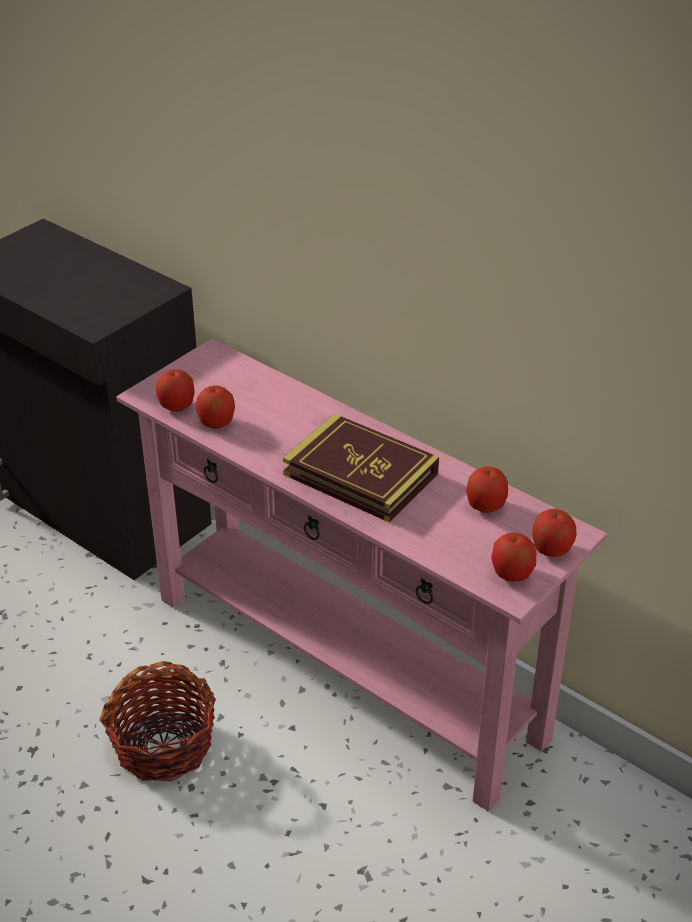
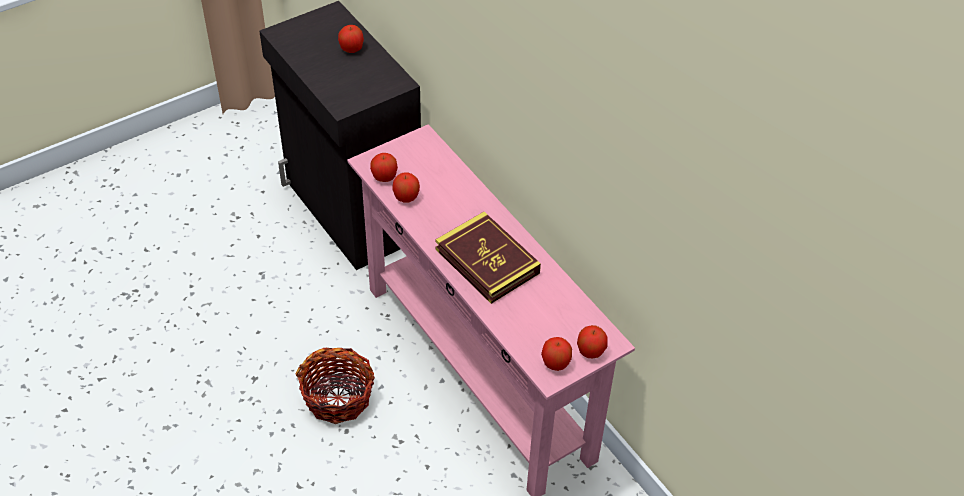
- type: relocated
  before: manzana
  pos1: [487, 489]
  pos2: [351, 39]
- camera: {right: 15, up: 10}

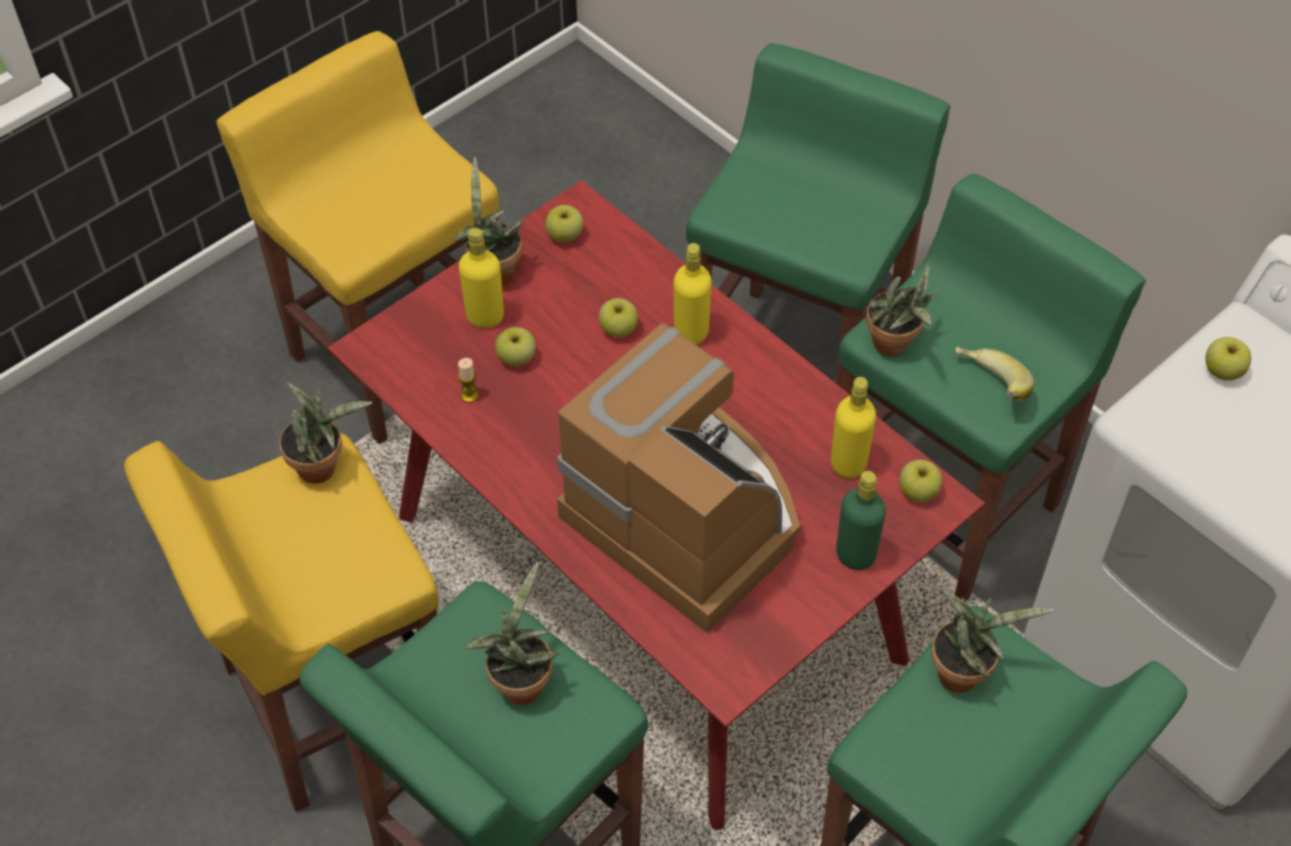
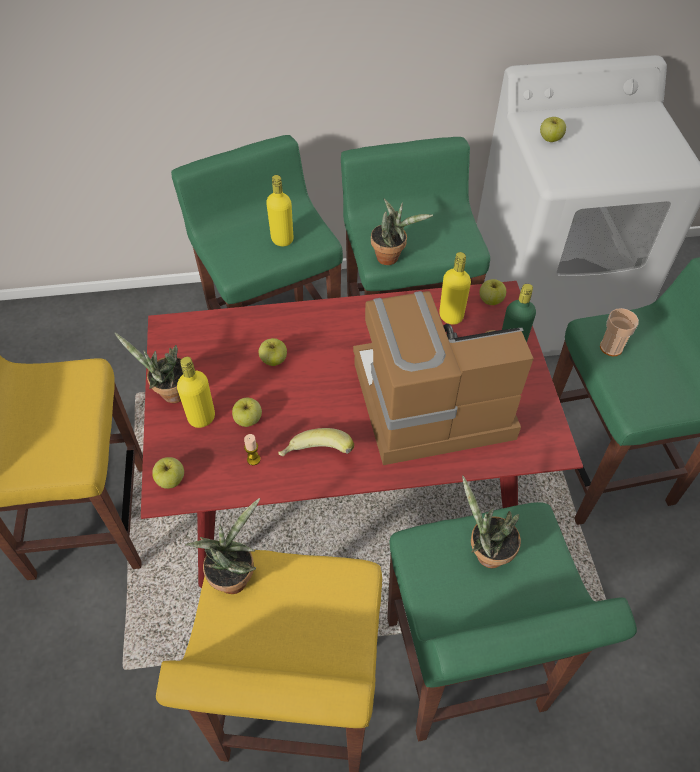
- type: relocated
  before: manzana
  pos1: [564, 223]
  pos2: [168, 473]
- type: relocated
  before: botella [amarillo]
  pos1: [693, 294]
  pos2: [279, 210]
- type: relocated
  before: plátano
  pos1: [994, 373]
  pos2: [316, 442]
- type: exchanged
  before: planta en maceta
  after: taza
  pos1: [992, 640]
  pos2: [619, 332]
- camera: {right: -55, up: 0}

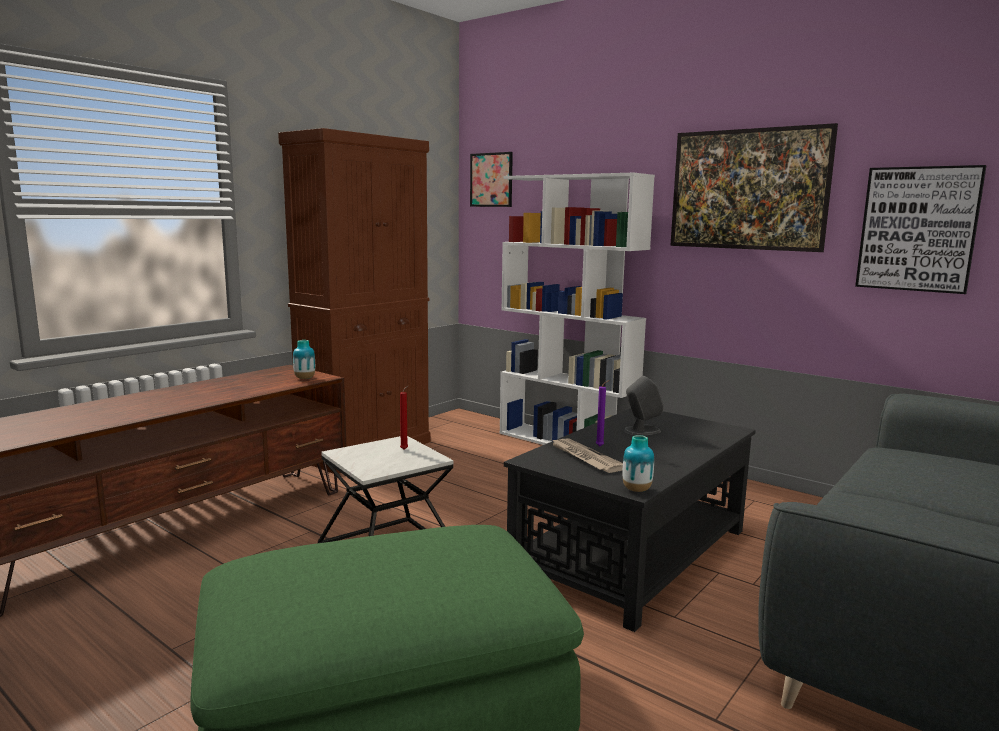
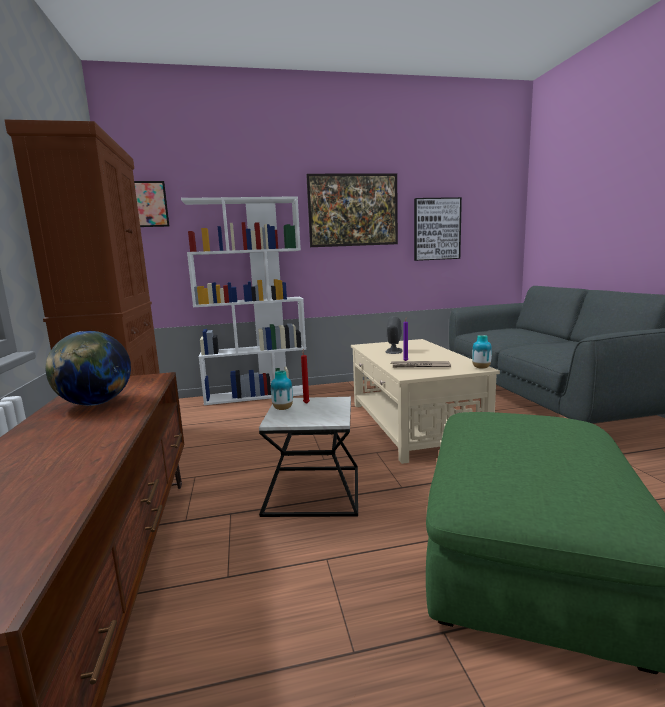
- type: appeared
  after: globo terráqueo
  pos2: [88, 368]
- type: relocated
  before: florero
  pos1: [304, 359]
  pos2: [282, 390]
- type: colour
  before: mesa de centro [negro]
  after: mesa de centro [beis]
  pos1: [630, 520]
  pos2: [425, 401]
- camera: {right: -50, up: 0}

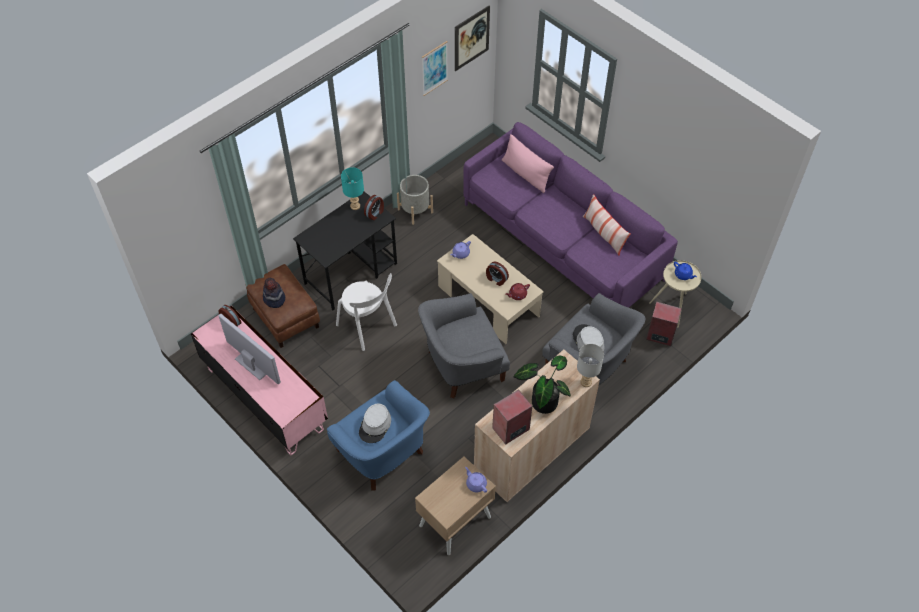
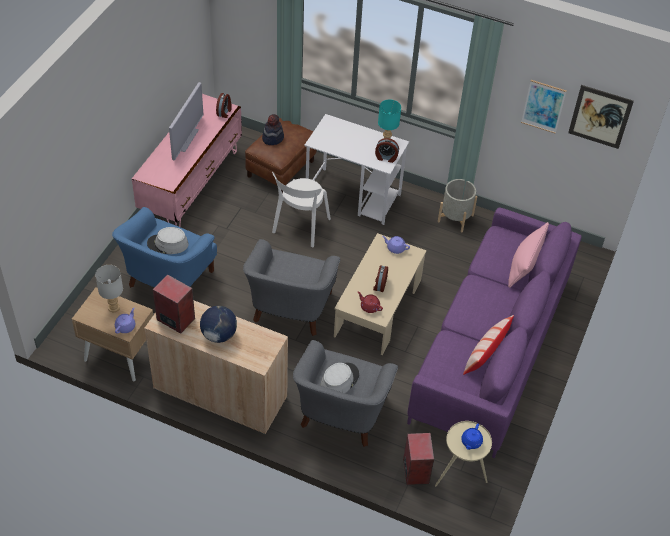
- type: relocated
  before: lámpara de mesa [gris]
  pos1: [590, 365]
  pos2: [109, 288]
- type: exchanged
  before: planta en maceta
  after: globo terráqueo
  pos1: [542, 384]
  pos2: [218, 324]
- type: colour
  before: escritorio [negro]
  after: escritorio [blanco]
  pos1: [345, 251]
  pos2: [356, 169]
- type: spun
  before: sillón [gris]
  pos1: [464, 346]
  pos2: [291, 287]
  turn: -120
- camera: {right: 65, up: -5}

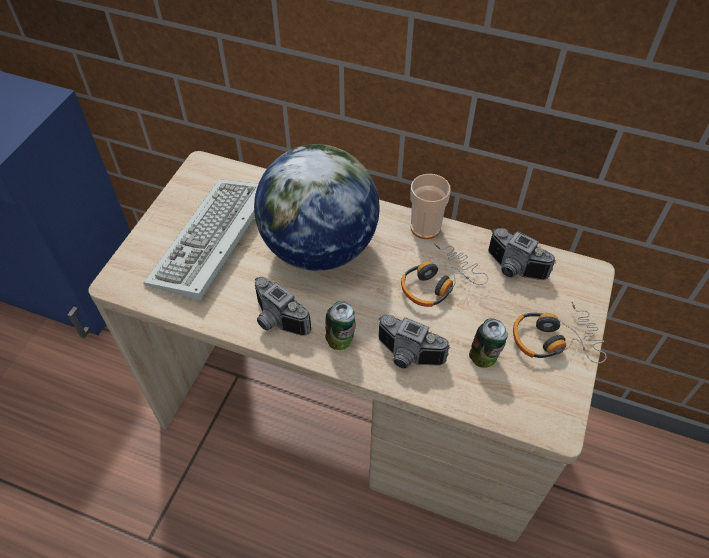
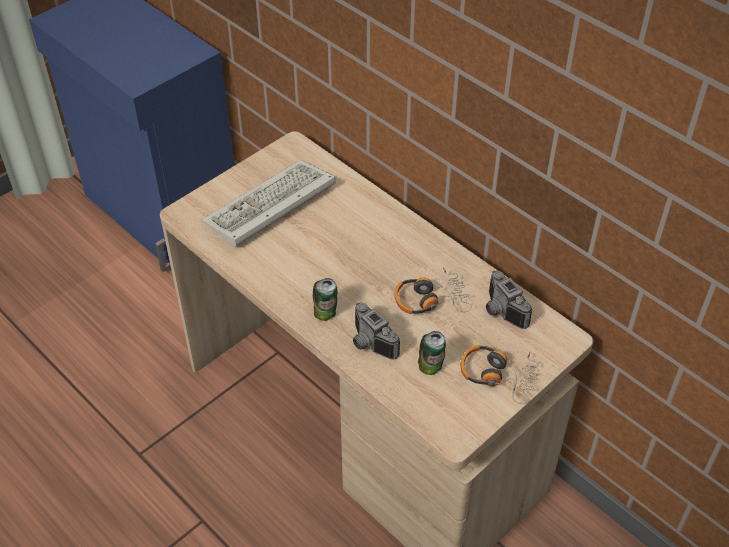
- type: missing
  before: globo terráqueo
  pos1: [317, 207]
- type: missing
  before: cámara
  pos1: [283, 306]
- type: missing
  before: taza
  pos1: [431, 206]
- camera: {right: 25, up: -5}

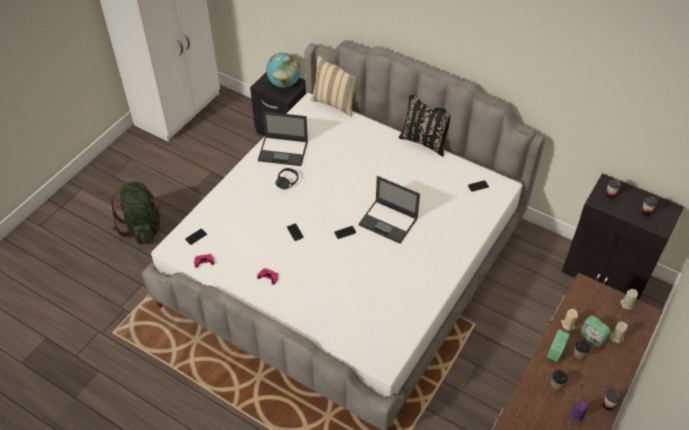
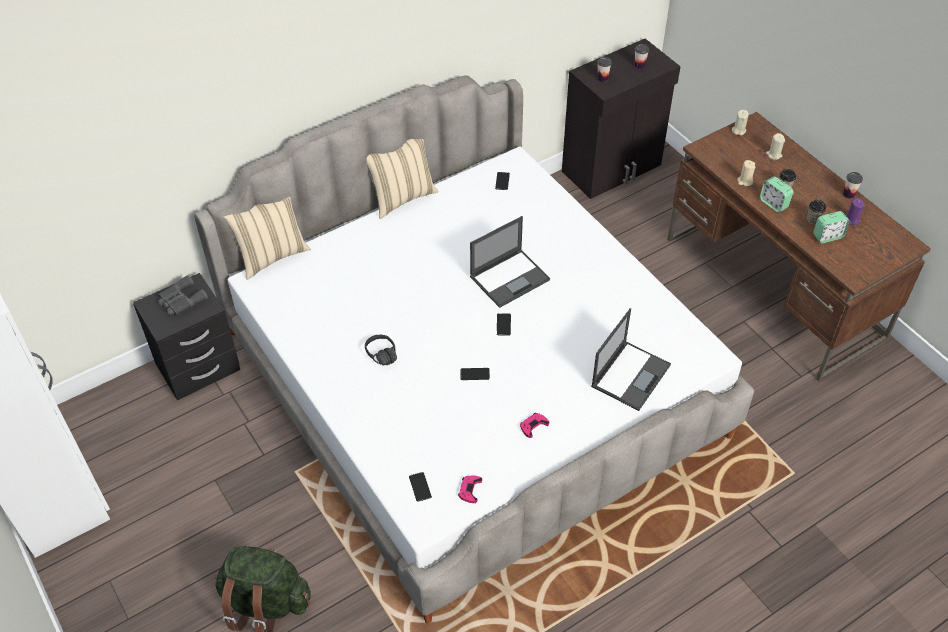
- type: relocated
  before: portátil
  pos1: [283, 138]
  pos2: [631, 359]
- type: relocated
  before: despertador
  pos1: [595, 331]
  pos2: [831, 227]
- type: exchanged
  before: globo terráqueo
  after: prismáticos [gris]
  pos1: [283, 70]
  pos2: [183, 295]
- type: colour
  before: cojín [negro]
  after: cojín [beis]
  pos1: [424, 126]
  pos2: [402, 179]
- camera: {right: -65, up: 0}

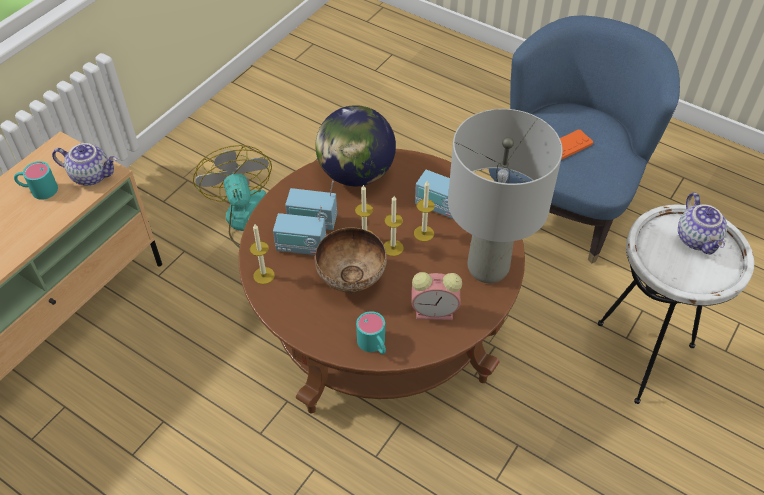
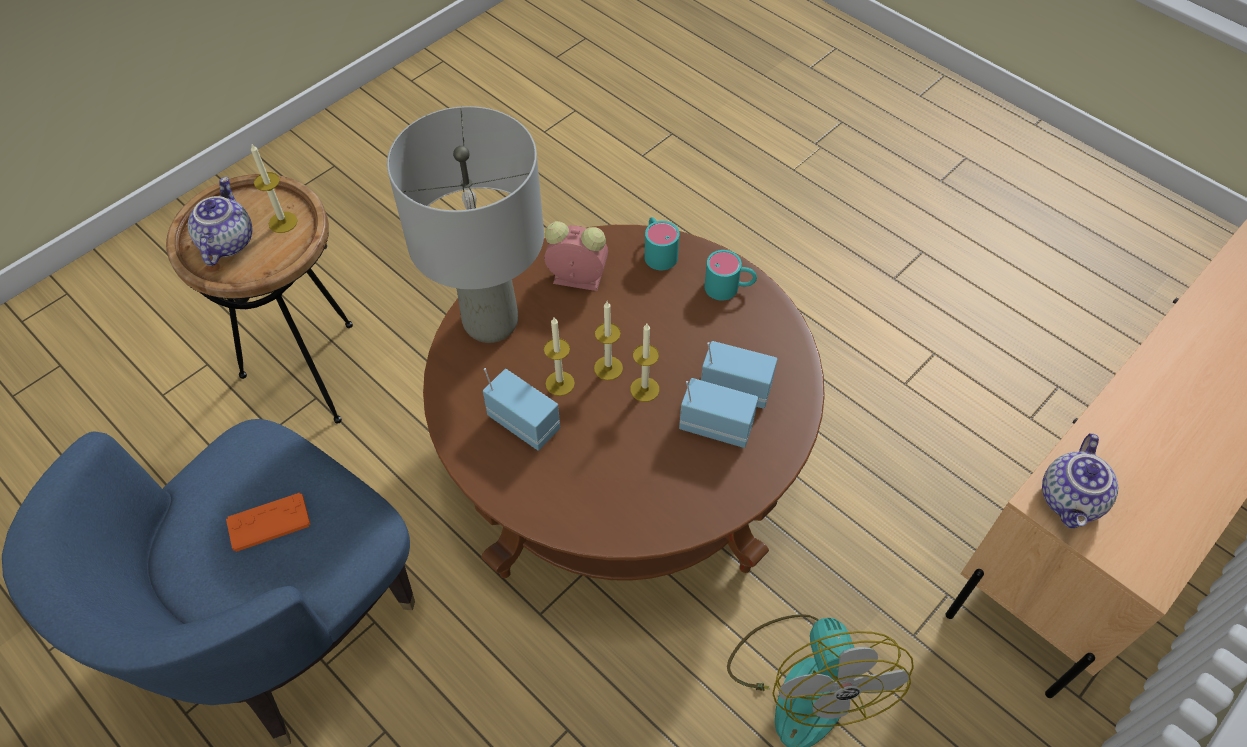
- type: missing
  before: globo terráqueo
  pos1: [355, 145]
- type: missing
  before: cuenco
  pos1: [351, 260]
- type: relocated
  before: taza grande [turquesa]
  pos1: [36, 180]
  pos2: [730, 275]
- type: relocated
  before: vela
  pos1: [262, 254]
  pos2: [274, 188]
- type: colour
  before: mesa auxiliar [blanco]
  after: mesa auxiliar [marrón]
  pos1: [676, 304]
  pos2: [259, 299]
- type: spun
  before: tetera
  pos1: [84, 164]
  pos2: [1080, 480]
  turn: -90
- camera: {right: -170, up: 5}

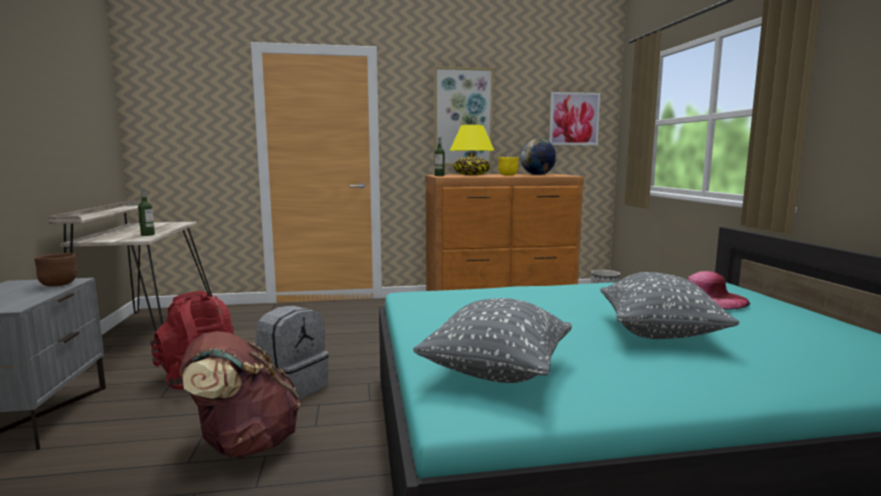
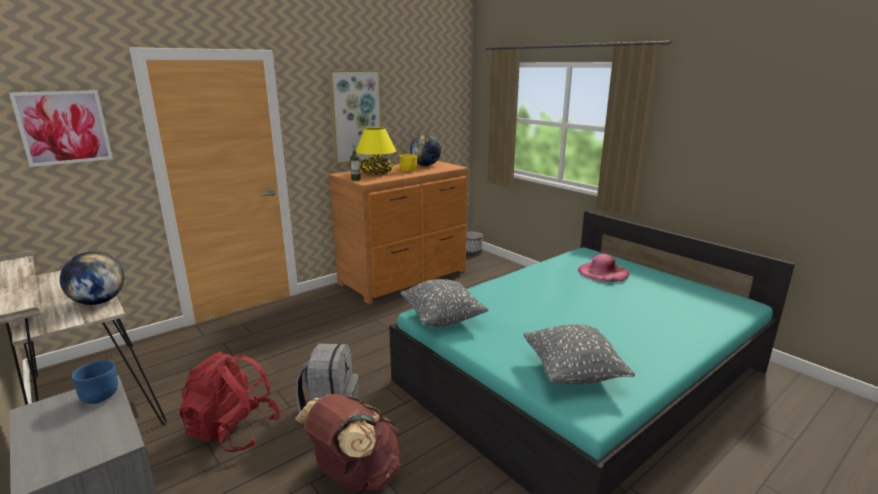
- type: relocated
  before: cuadro
  pos1: [575, 118]
  pos2: [61, 128]
- type: relocated
  before: cojín [gris]
  pos1: [669, 305]
  pos2: [444, 303]
- type: exchanged
  before: botella
  after: globo terráqueo
  pos1: [146, 212]
  pos2: [92, 278]
- type: colour
  before: cuenco [marrón]
  after: cuenco [azul]
  pos1: [55, 269]
  pos2: [95, 382]
- camera: {right: -30, up: 10}

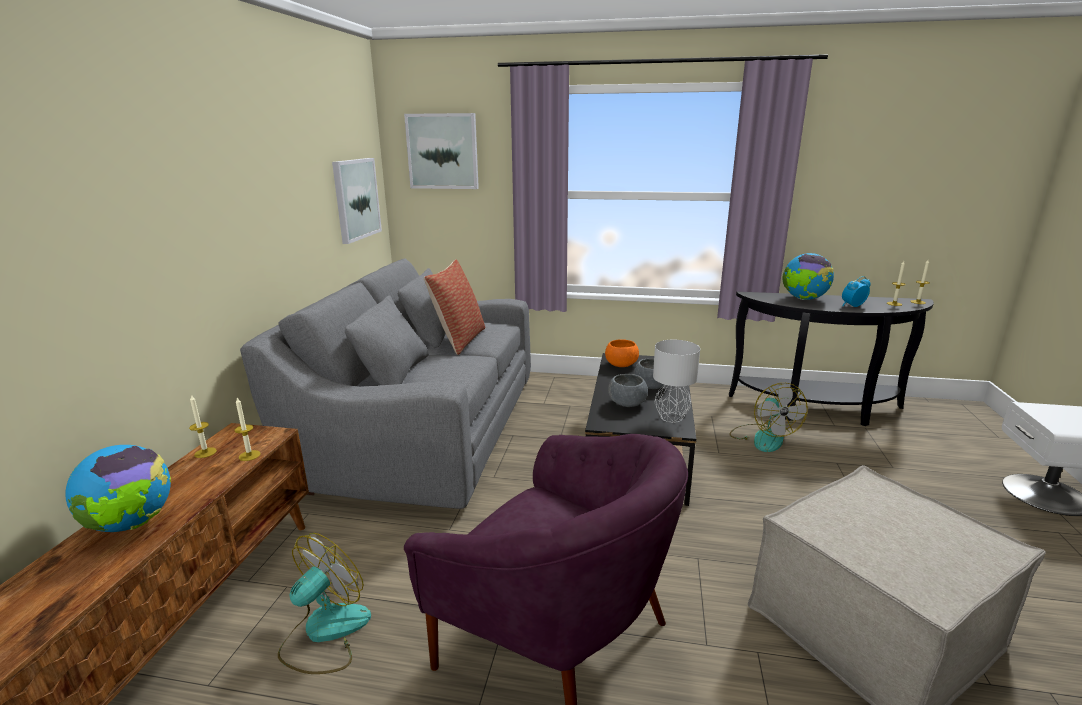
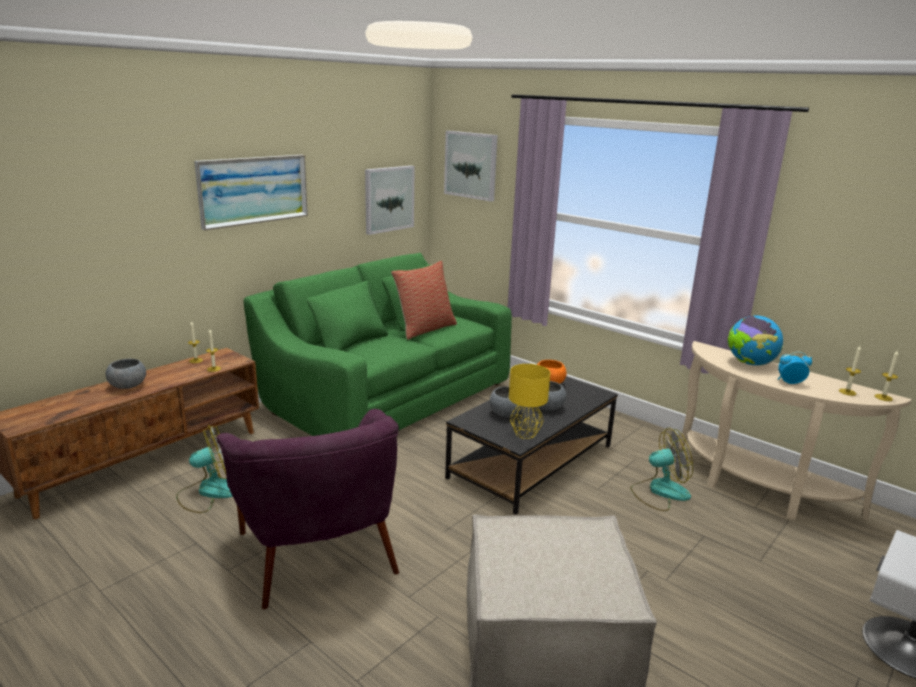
- type: appeared
  after: cuadro
  pos2: [251, 192]
- type: exchanged
  before: globo terráqueo
  after: cuenco [gris]
  pos1: [118, 488]
  pos2: [126, 374]
- type: colour
  before: sofá [gris]
  after: sofá [verde]
  pos1: [385, 383]
  pos2: [378, 344]
- type: colour
  before: lámpara de mesa [gris]
  after: lámpara de mesa [amarillo]
  pos1: [676, 381]
  pos2: [529, 401]
- type: colour
  before: mesa consola [negro]
  after: mesa consola [beis]
  pos1: [831, 358]
  pos2: [795, 430]
- type: spun
  before: ventilador
  pos1: [769, 417]
  pos2: [661, 469]
  turn: -120
- camera: {right: 30, up: 0}

